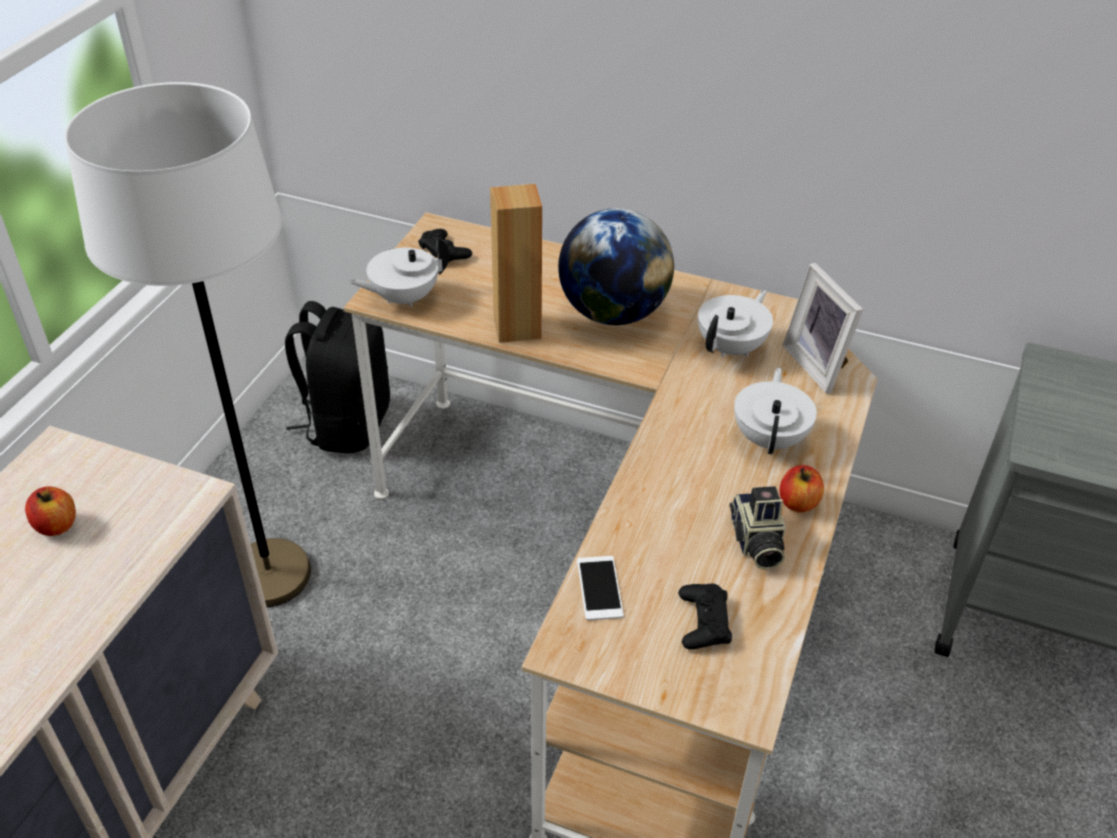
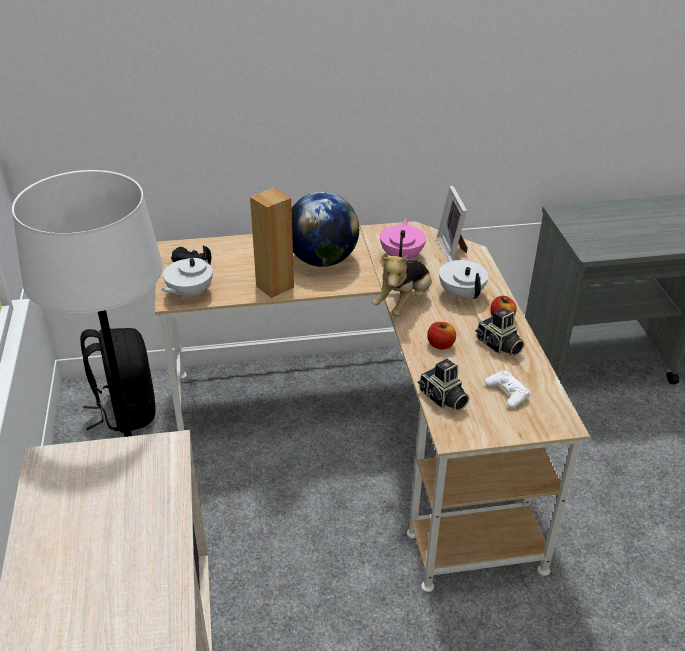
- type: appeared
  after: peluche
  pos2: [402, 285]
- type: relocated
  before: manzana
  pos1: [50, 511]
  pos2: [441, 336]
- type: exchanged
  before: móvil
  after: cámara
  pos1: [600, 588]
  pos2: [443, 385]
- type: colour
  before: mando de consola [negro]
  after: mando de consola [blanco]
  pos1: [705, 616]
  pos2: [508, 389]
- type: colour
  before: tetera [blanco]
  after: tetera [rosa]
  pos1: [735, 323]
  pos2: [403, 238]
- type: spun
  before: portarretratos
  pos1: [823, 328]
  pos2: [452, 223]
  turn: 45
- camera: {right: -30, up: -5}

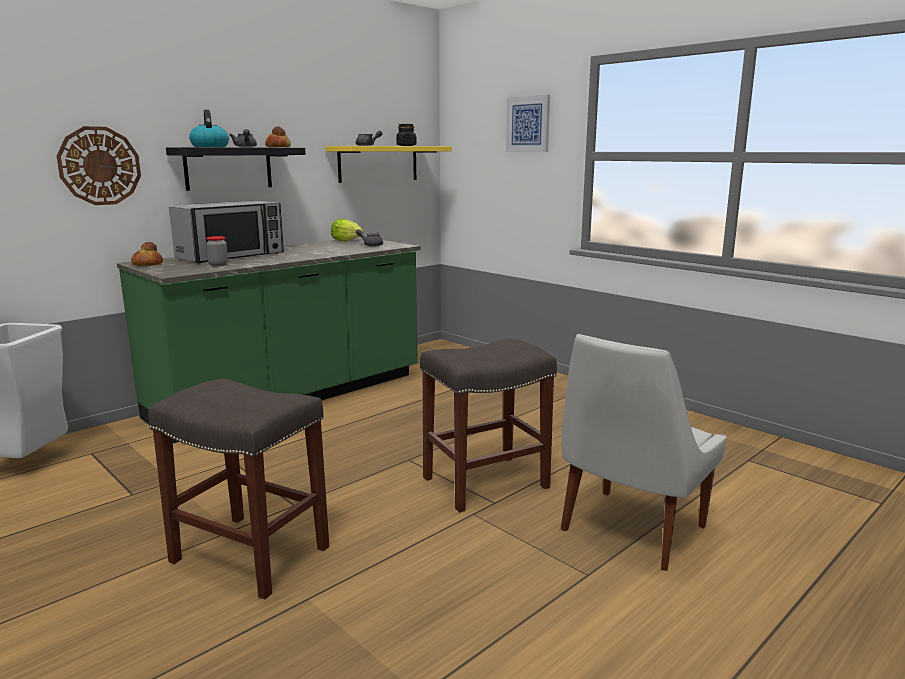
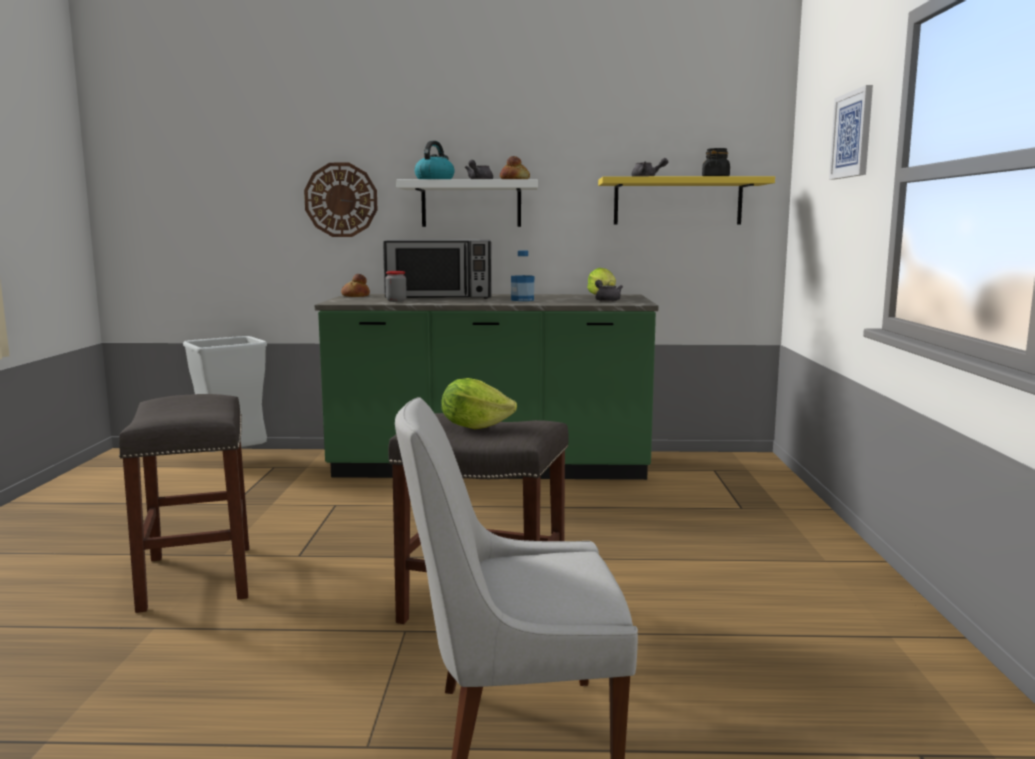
- type: appeared
  after: lechuga
  pos2: [479, 403]
- type: appeared
  after: botella
  pos2: [522, 275]
- type: colour
  before: estante [negro]
  after: estante [blanco]
  pos1: [236, 169]
  pos2: [467, 203]
- camera: {right: 45, up: -5}

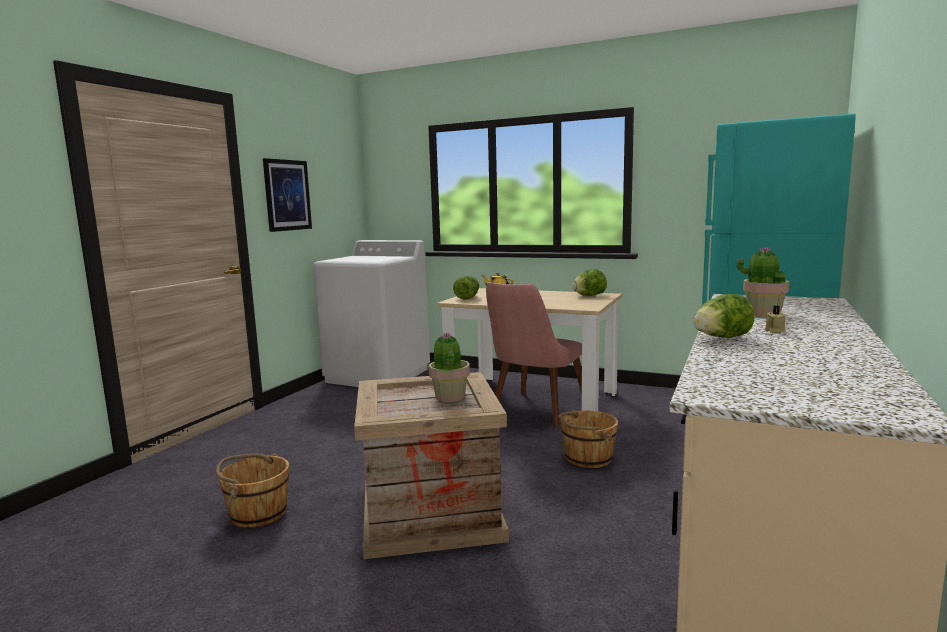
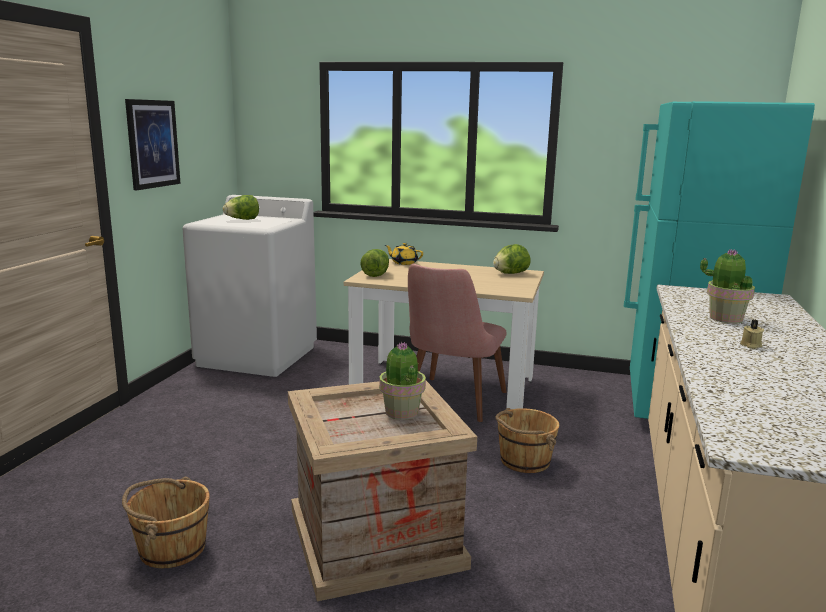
- type: relocated
  before: lechuga
  pos1: [724, 316]
  pos2: [241, 207]
- camera: {right: -10, up: 5}

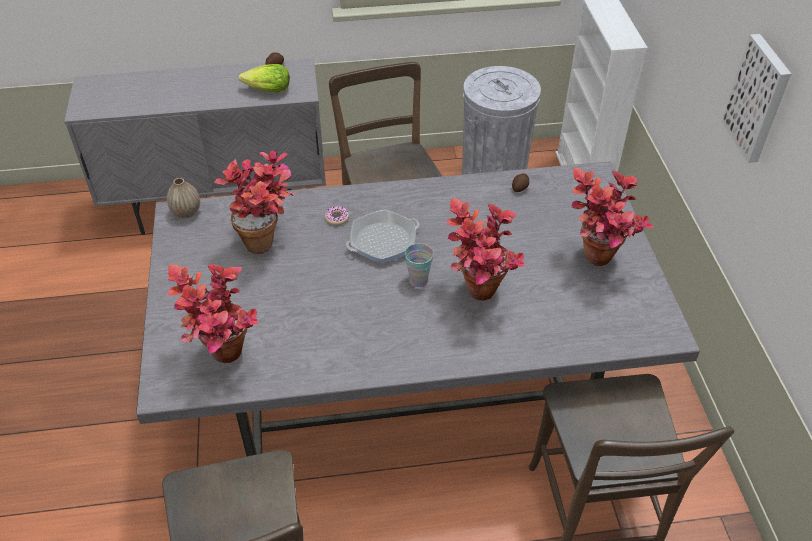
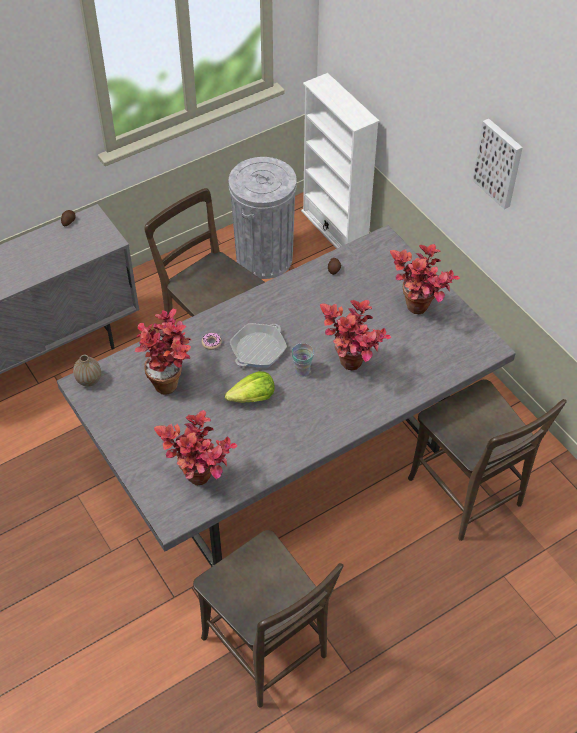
- type: relocated
  before: lechuga
  pos1: [264, 78]
  pos2: [250, 387]
- camera: {right: -25, up: 5}

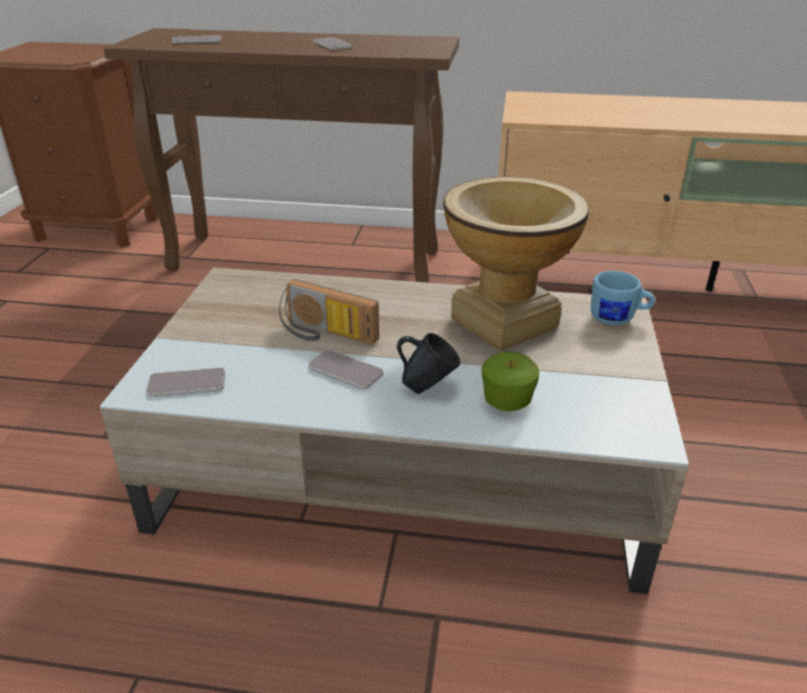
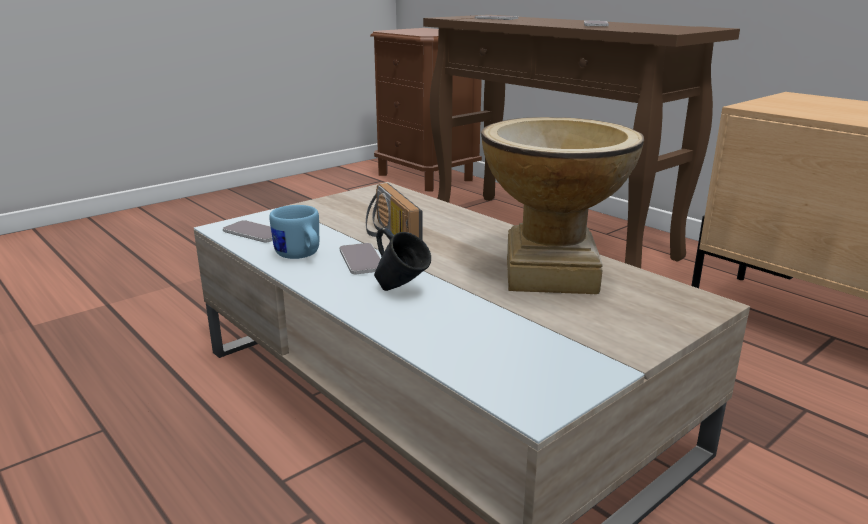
- type: missing
  before: manzana
  pos1: [510, 381]
- type: relocated
  before: taza grande [azul]
  pos1: [623, 298]
  pos2: [294, 232]
- camera: {right: 40, up: -10}

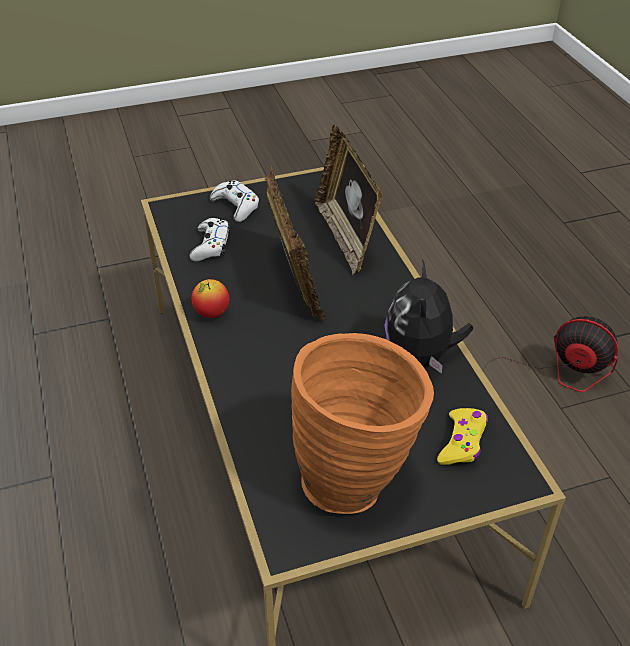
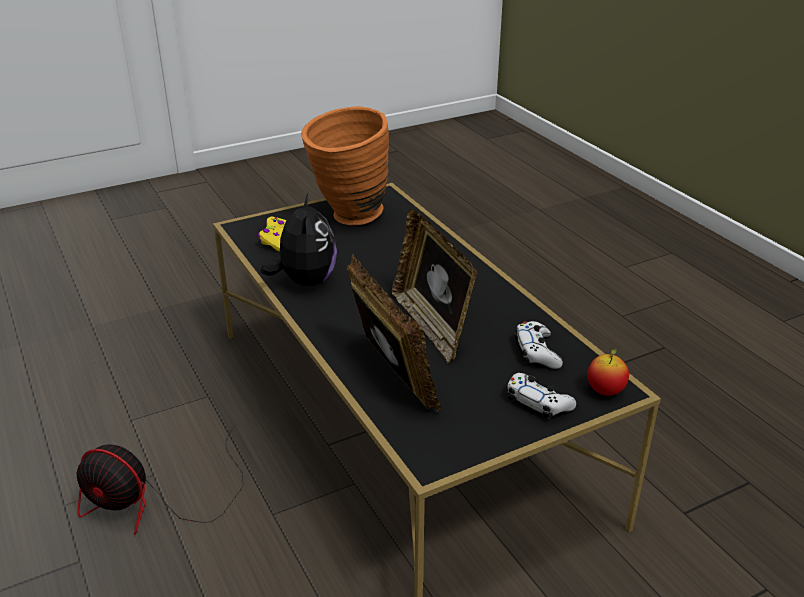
- type: relocated
  before: manzana
  pos1: [210, 298]
  pos2: [608, 371]
- camera: {right: 170, up: -10}

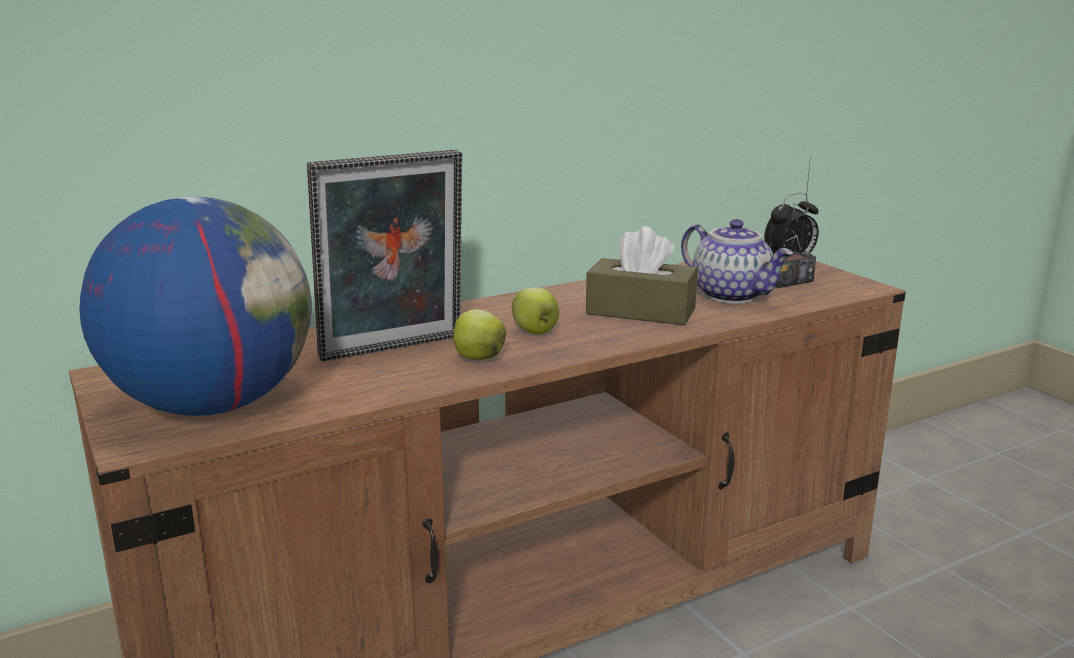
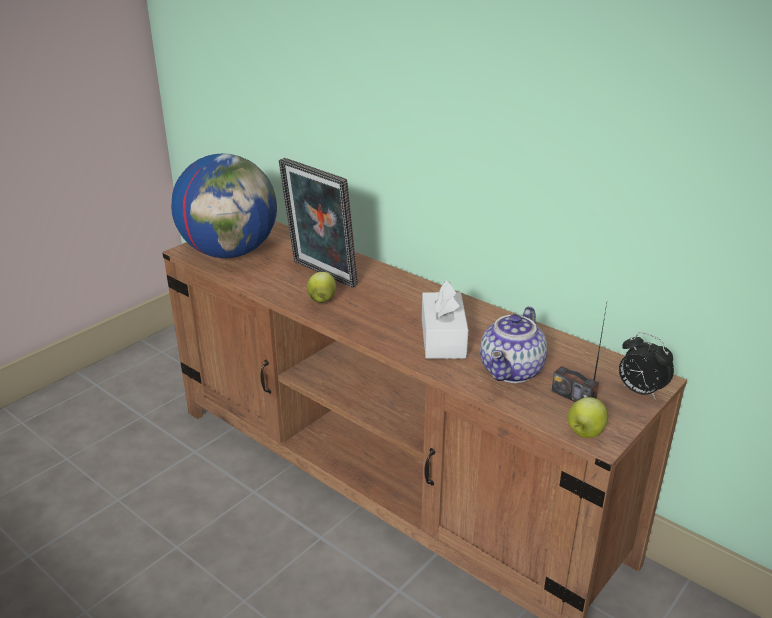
- type: relocated
  before: manzana
  pos1: [535, 310]
  pos2: [588, 417]
- type: colour
  before: caja de pañuelos [marrón]
  after: caja de pañuelos [blanco]
  pos1: [642, 275]
  pos2: [445, 319]
- camera: {right: 70, up: 10}

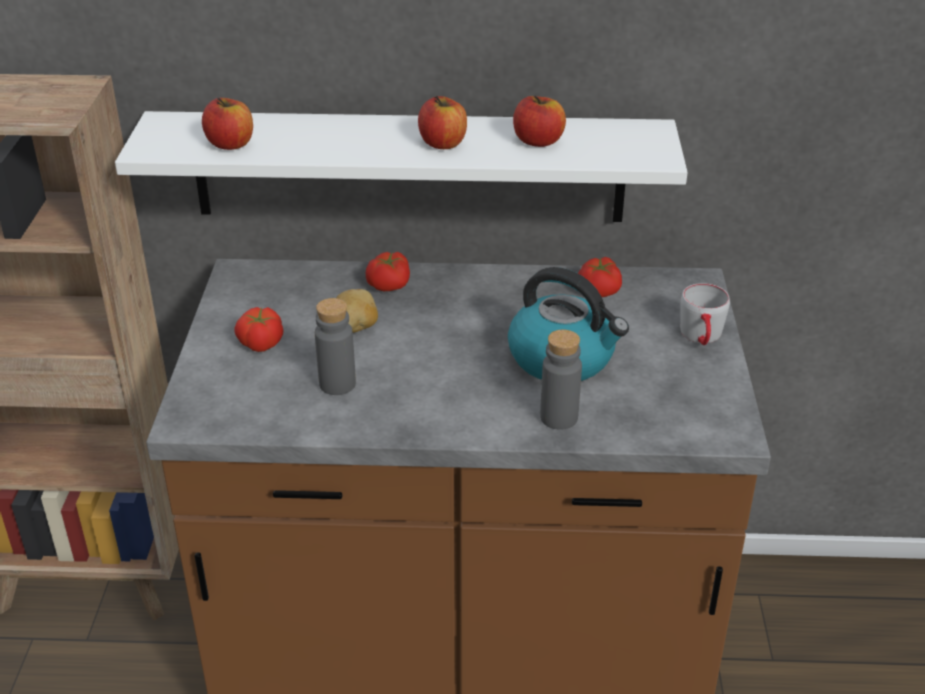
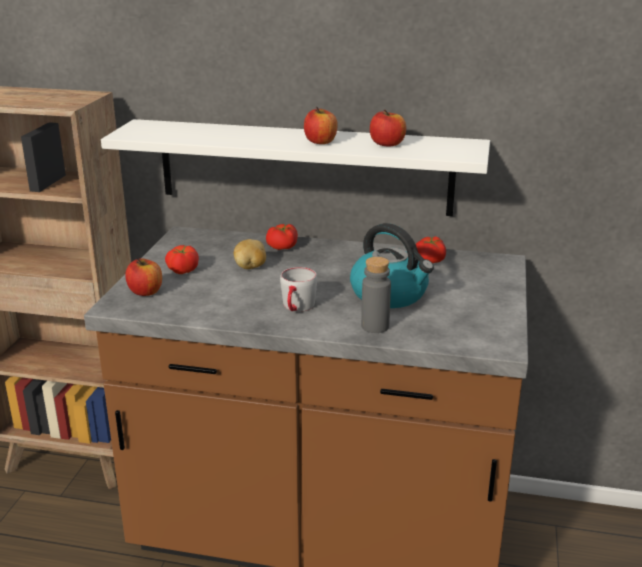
- type: missing
  before: botella [gris]
  pos1: [335, 346]
- type: relocated
  before: manzana
  pos1: [227, 124]
  pos2: [143, 277]
- type: relocated
  before: taza grande [gris]
  pos1: [705, 314]
  pos2: [298, 289]
- camera: {right: 10, up: -10}

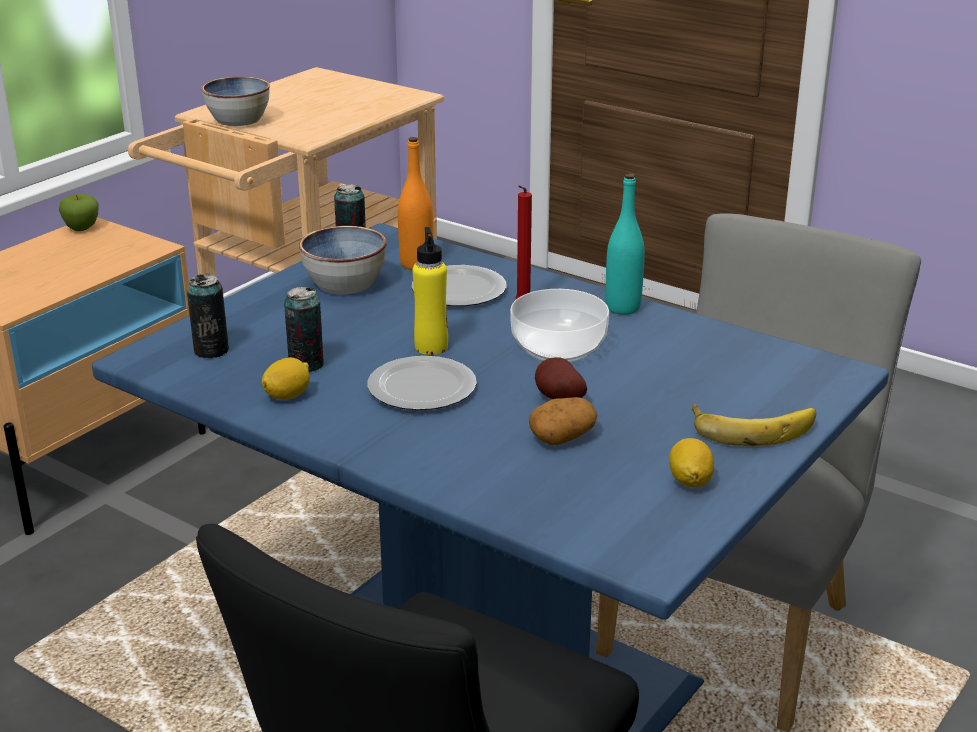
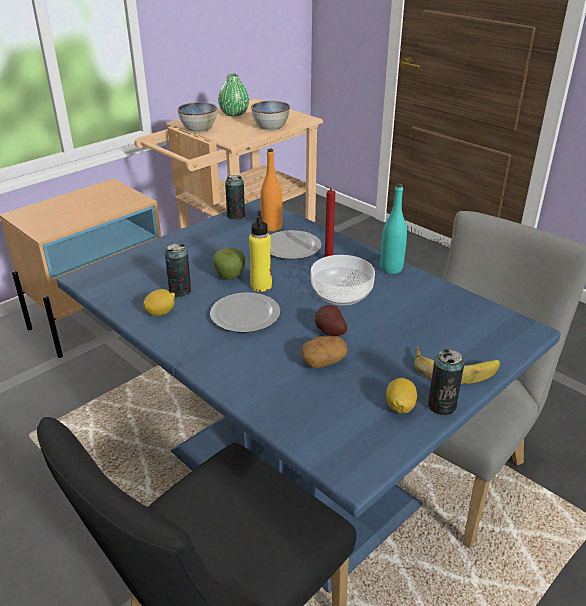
- type: appeared
  after: florero [verde]
  pos2: [233, 95]
- type: relocated
  before: manzana
  pos1: [79, 212]
  pos2: [229, 263]
- type: relocated
  before: lata
  pos1: [208, 316]
  pos2: [446, 382]
- type: relocated
  before: cuenco
  pos1: [343, 260]
  pos2: [270, 115]
- camera: {right: 10, up: 5}

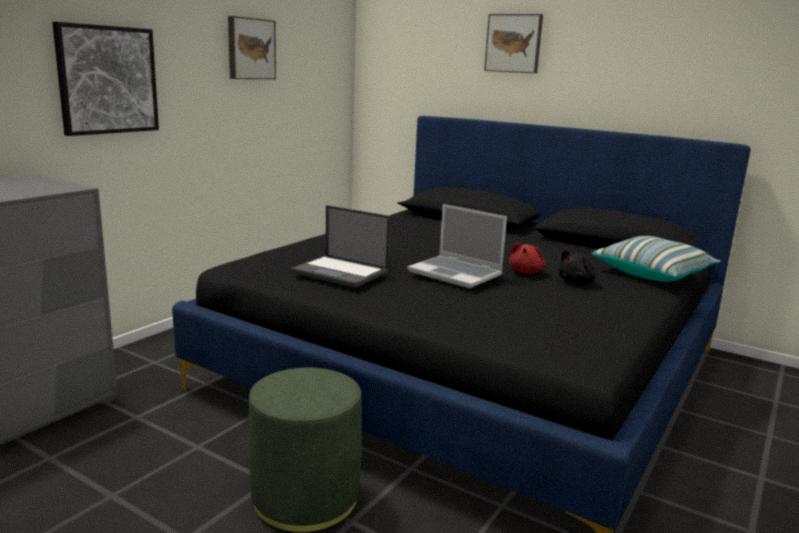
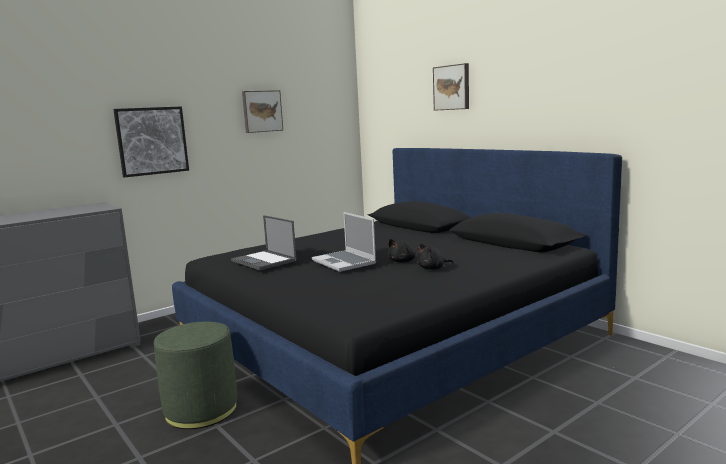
- type: missing
  before: cojín
  pos1: [656, 259]
- type: colour
  before: peluche [rojo]
  after: peluche [negro]
  pos1: [527, 258]
  pos2: [402, 251]
- camera: {right: 20, up: -5}

